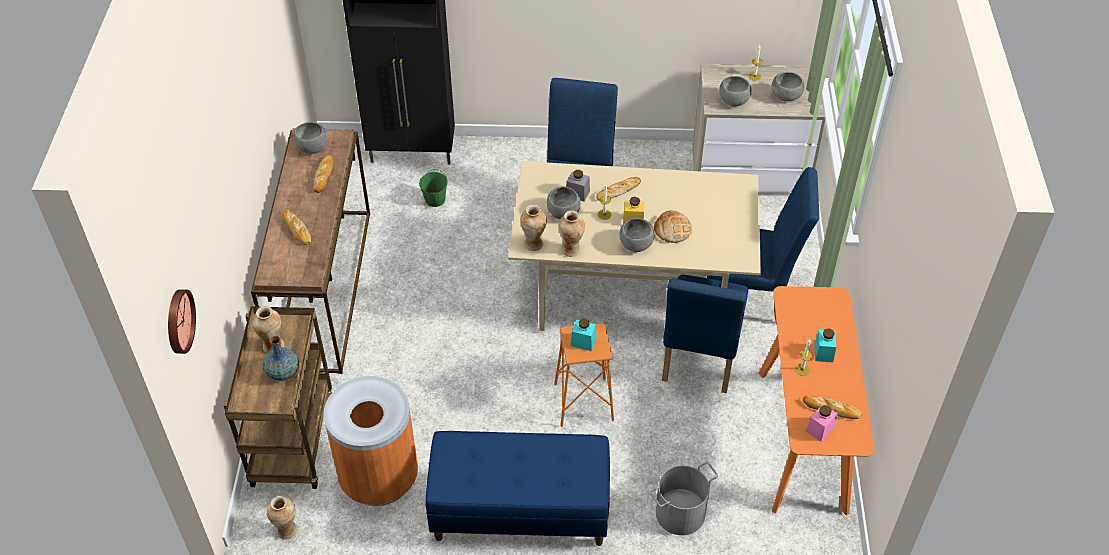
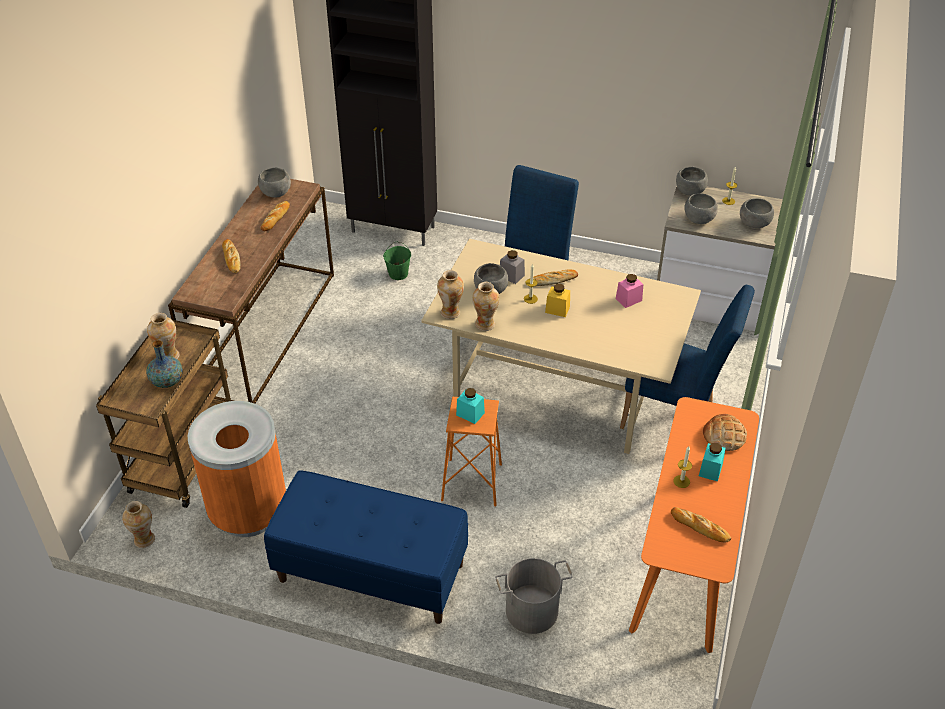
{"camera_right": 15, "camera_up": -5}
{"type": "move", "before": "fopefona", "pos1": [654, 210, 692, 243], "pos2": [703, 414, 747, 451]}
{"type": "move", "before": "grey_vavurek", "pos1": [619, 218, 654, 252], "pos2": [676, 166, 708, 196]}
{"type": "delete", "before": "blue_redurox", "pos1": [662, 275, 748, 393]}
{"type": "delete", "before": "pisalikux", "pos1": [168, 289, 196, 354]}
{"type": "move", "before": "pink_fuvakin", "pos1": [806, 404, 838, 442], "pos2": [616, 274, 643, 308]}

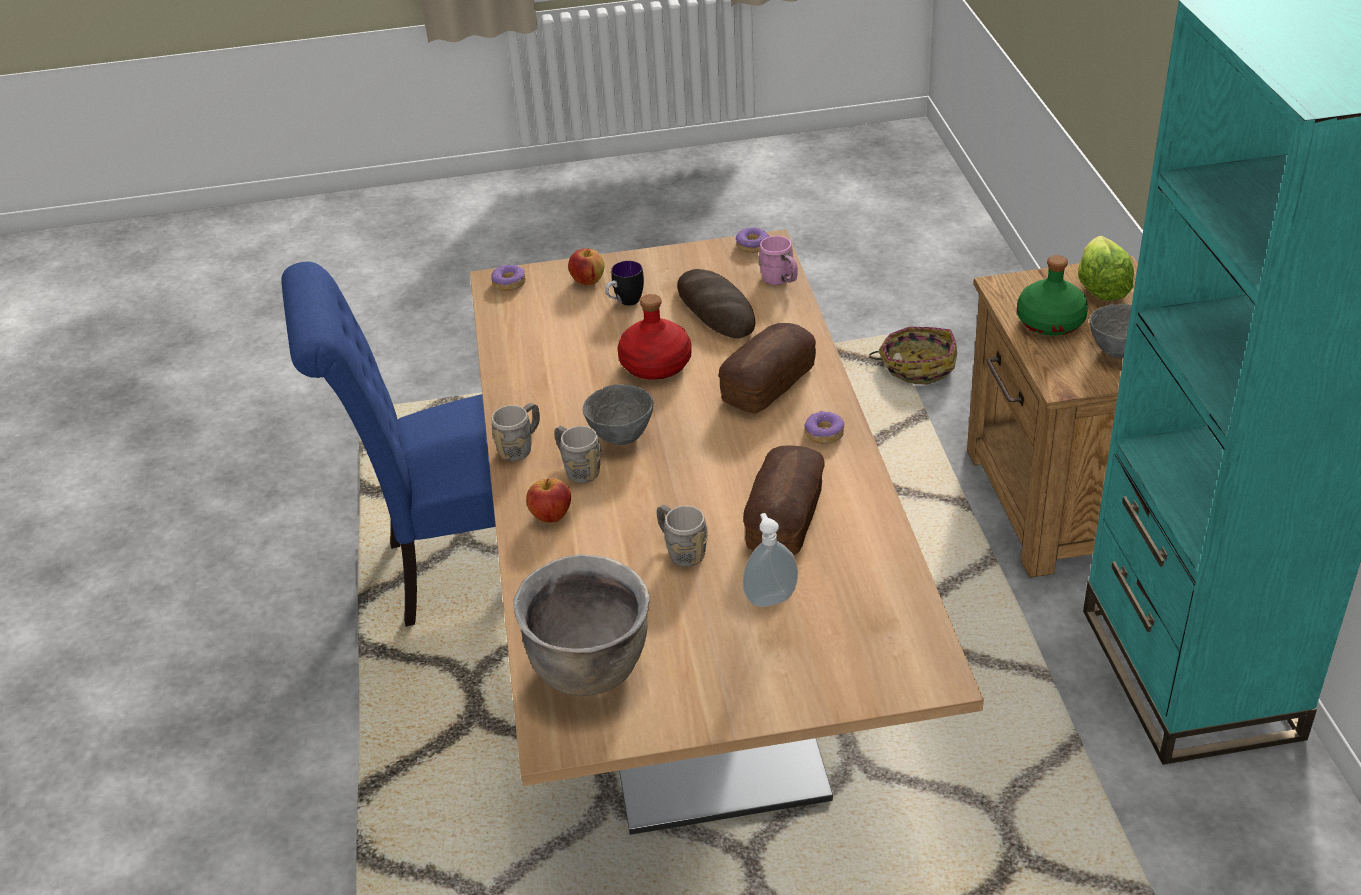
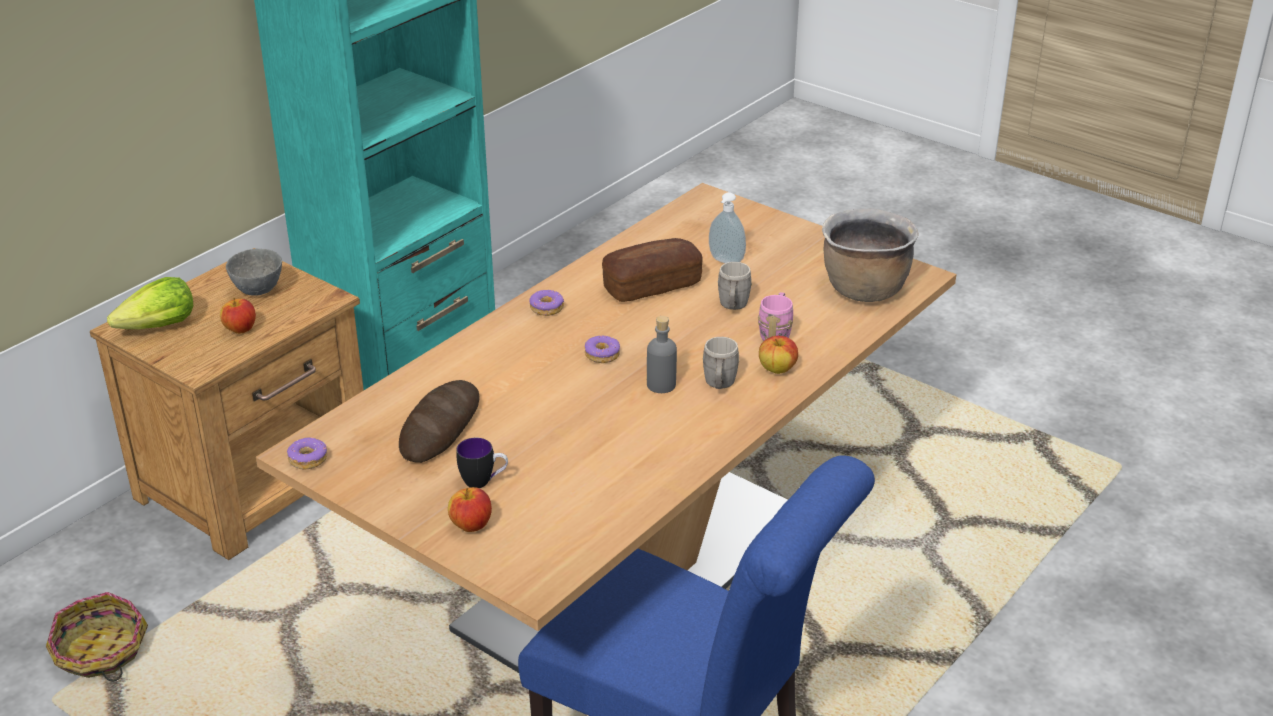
{"camera_right": -135, "camera_up": -5}
{"type": "move", "before": "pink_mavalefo", "pos1": [758, 236, 798, 285], "pos2": [758, 292, 793, 341]}
{"type": "replace", "before": "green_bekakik", "after": "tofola", "pos1": [1017, 255, 1088, 336], "pos2": [220, 298, 256, 334]}
{"type": "move", "before": "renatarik", "pos1": [491, 265, 526, 291], "pos2": [584, 336, 620, 363]}
{"type": "delete", "before": "red_bekakik", "pos1": [617, 294, 691, 380]}
{"type": "delete", "before": "fopefona", "pos1": [719, 323, 816, 414]}
{"type": "replace", "before": "grey_vavurek", "after": "grey_bekakik", "pos1": [583, 384, 653, 445], "pos2": [647, 316, 677, 393]}
{"type": "delete", "before": "grey_mavalefo", "pos1": [492, 403, 540, 461]}

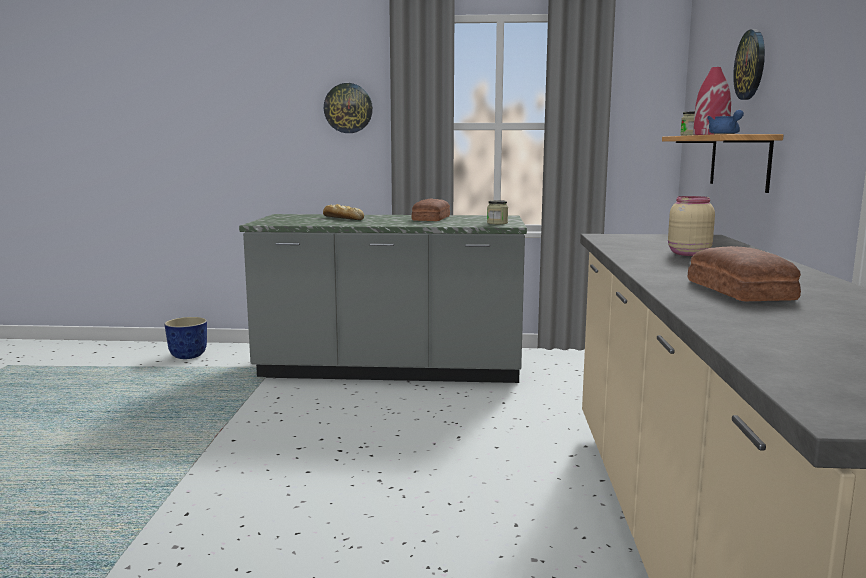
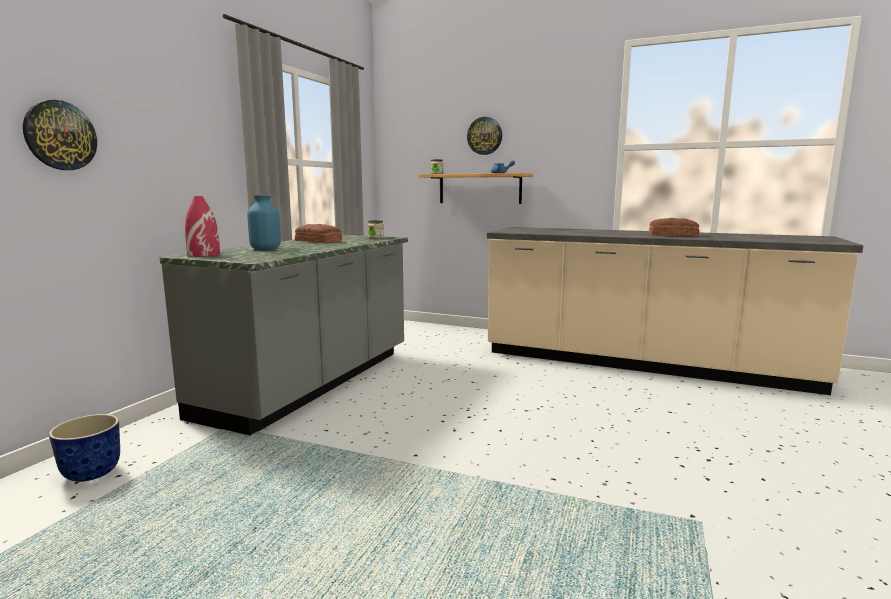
{"camera_right": -70, "camera_up": 0}
{"type": "move", "before": "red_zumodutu", "pos1": [693, 67, 731, 135], "pos2": [185, 196, 220, 257]}
{"type": "move", "before": "pisalikux", "pos1": [324, 83, 373, 133], "pos2": [23, 100, 97, 170]}
{"type": "delete", "before": "beige_fuvakin", "pos1": [668, 196, 715, 256]}
{"type": "replace", "before": "fopefona", "after": "blue_zumodutu", "pos1": [323, 204, 364, 220], "pos2": [247, 195, 281, 250]}

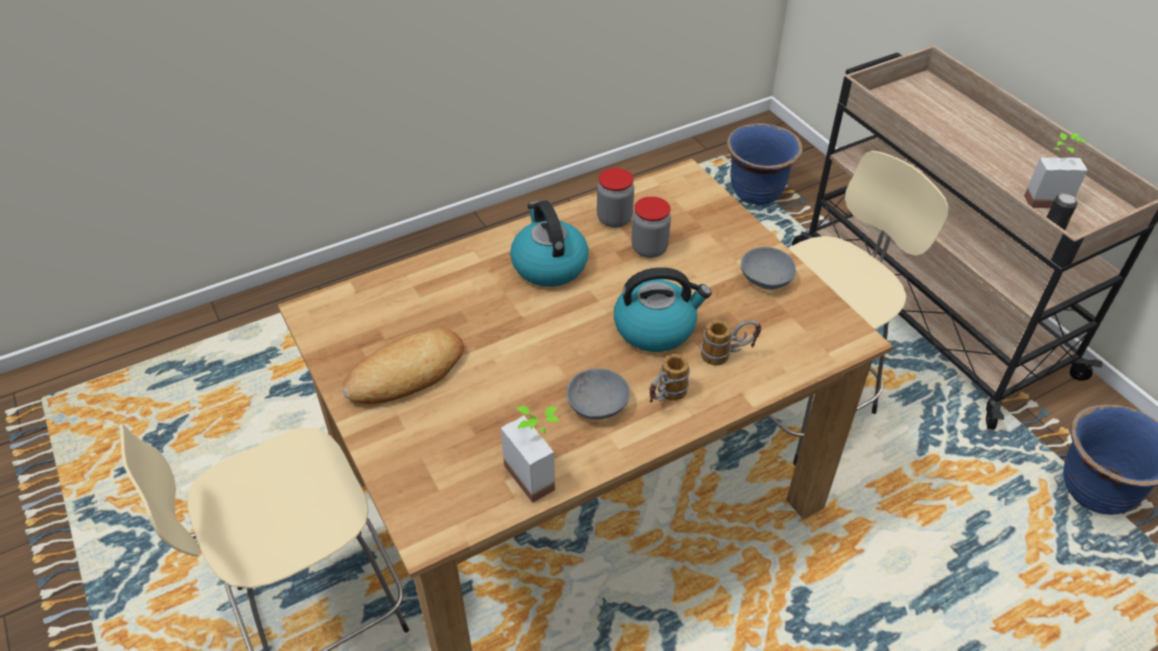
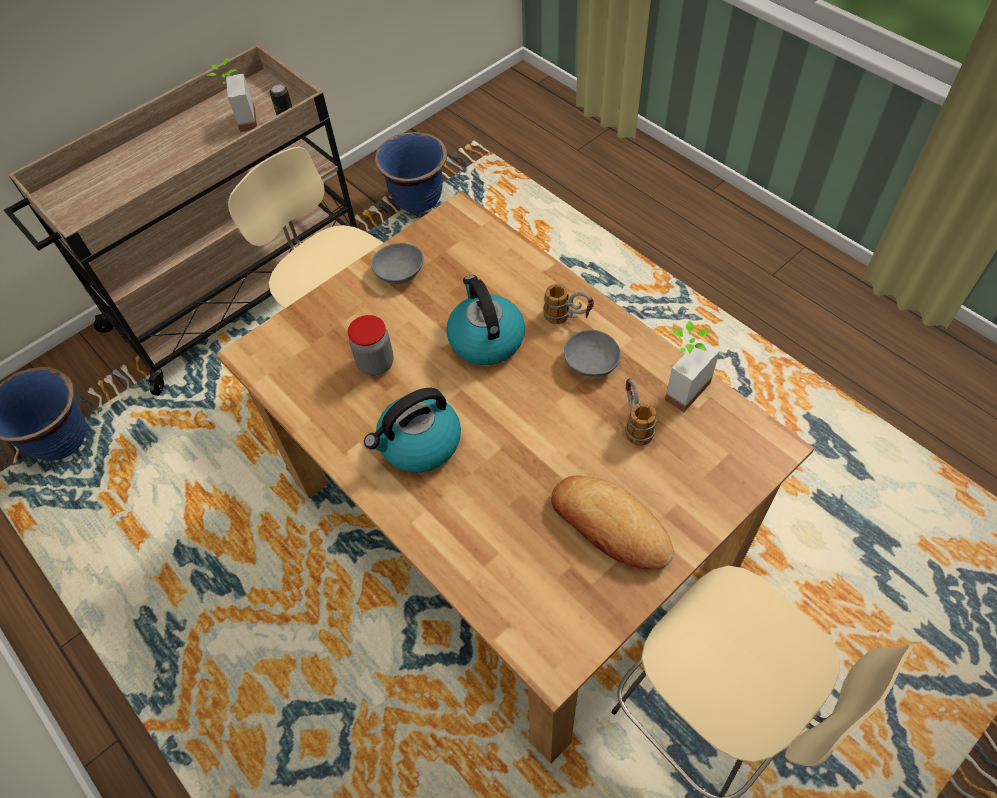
{"camera_right": -100, "camera_up": 10}
{"type": "delete", "before": "fuvakin", "pos1": [597, 168, 634, 228]}
{"type": "move", "before": "mavalefo", "pos1": [701, 320, 762, 366], "pos2": [626, 378, 657, 446]}

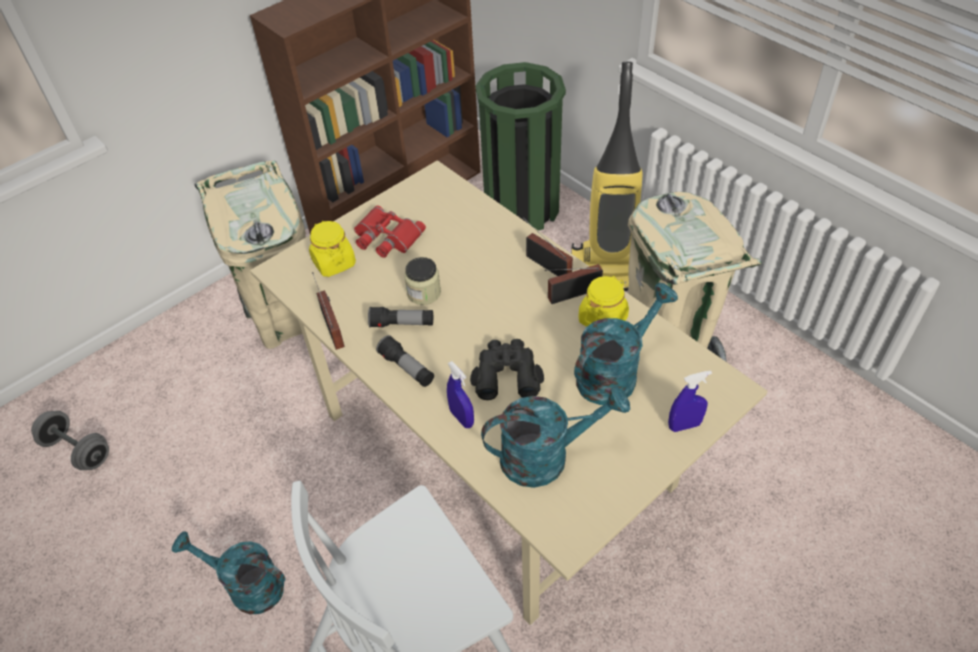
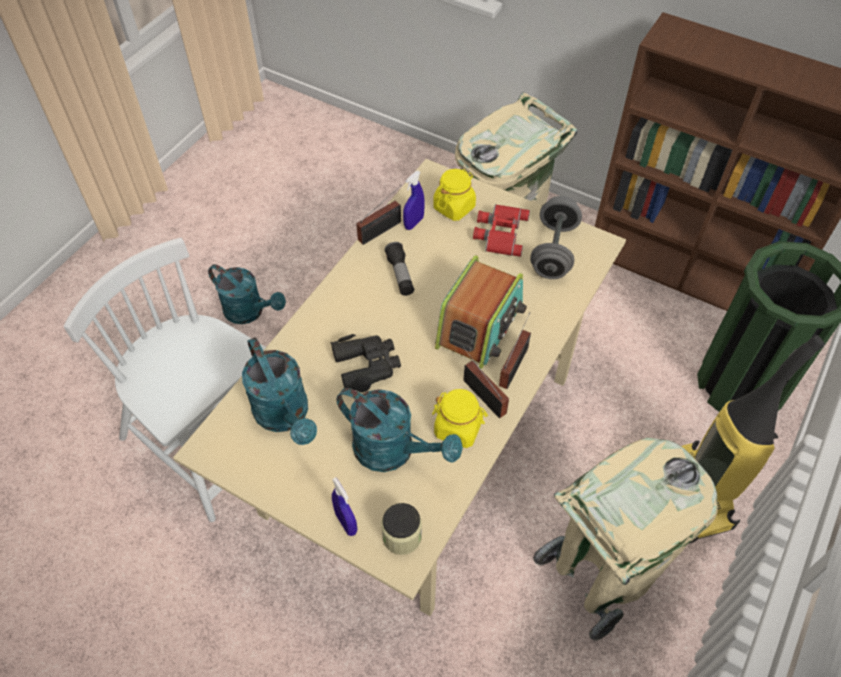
{"camera_right": 70, "camera_up": 5}
{"type": "move", "before": "fuvakin", "pos1": [404, 257, 441, 305], "pos2": [381, 503, 422, 555]}
{"type": "delete", "before": "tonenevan", "pos1": [376, 335, 434, 387]}
{"type": "move", "before": "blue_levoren", "pos1": [447, 361, 474, 428], "pos2": [403, 171, 425, 230]}
{"type": "move", "before": "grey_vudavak", "pos1": [31, 411, 109, 470], "pos2": [530, 196, 582, 279]}
{"type": "rotate", "before": "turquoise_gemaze", "pos1": [172, 531, 286, 614], "pos2": [208, 264, 286, 324], "turn": 120}
{"type": "insert", "after": "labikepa", "pos2": [435, 255, 527, 369]}

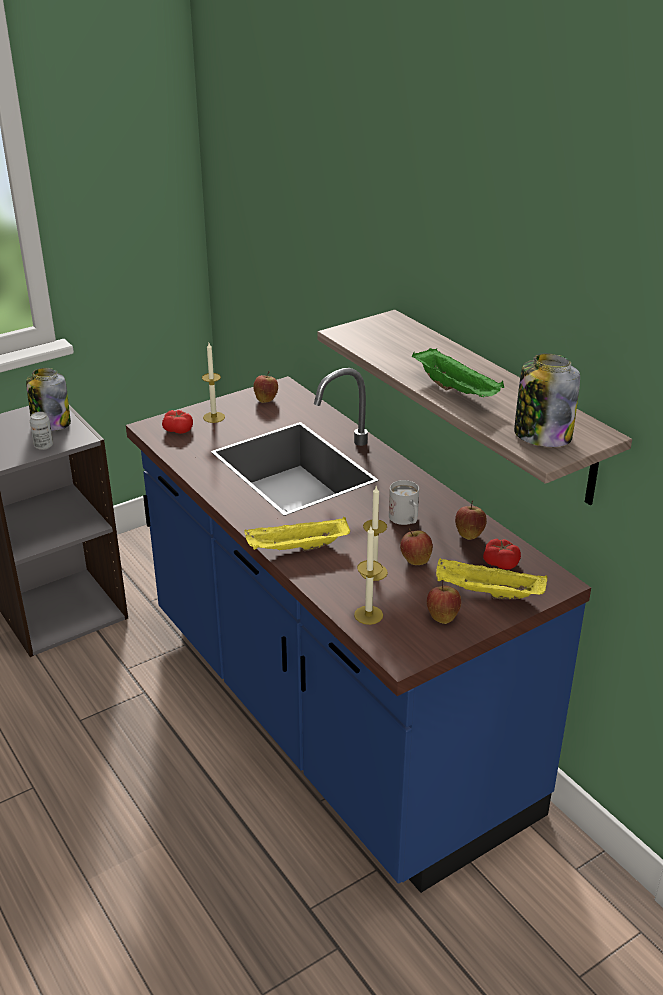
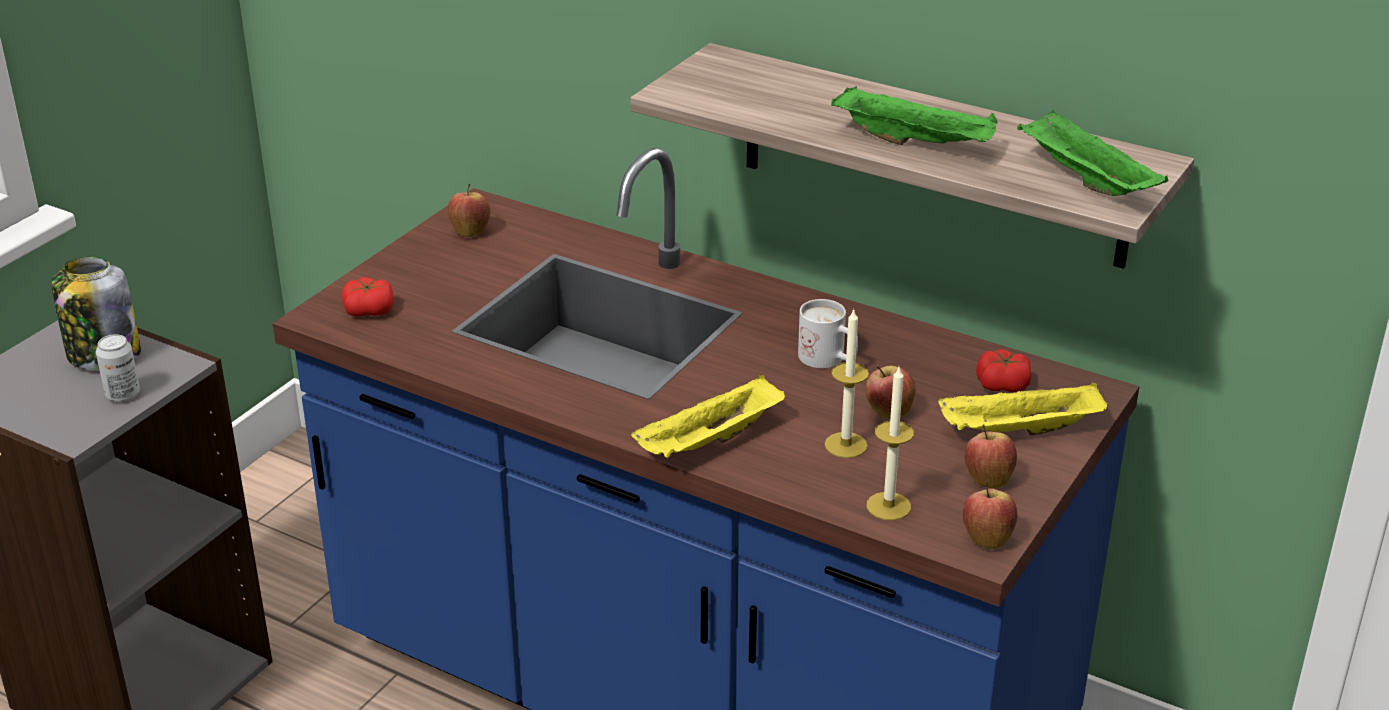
{"camera_right": -25, "camera_up": 0}
{"type": "delete", "before": "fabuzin", "pos1": [202, 343, 225, 423]}
{"type": "replace", "before": "fuvakin", "after": "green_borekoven", "pos1": [514, 353, 580, 447], "pos2": [1017, 109, 1168, 196]}
{"type": "move", "before": "tofola", "pos1": [455, 501, 487, 540], "pos2": [963, 480, 1017, 549]}

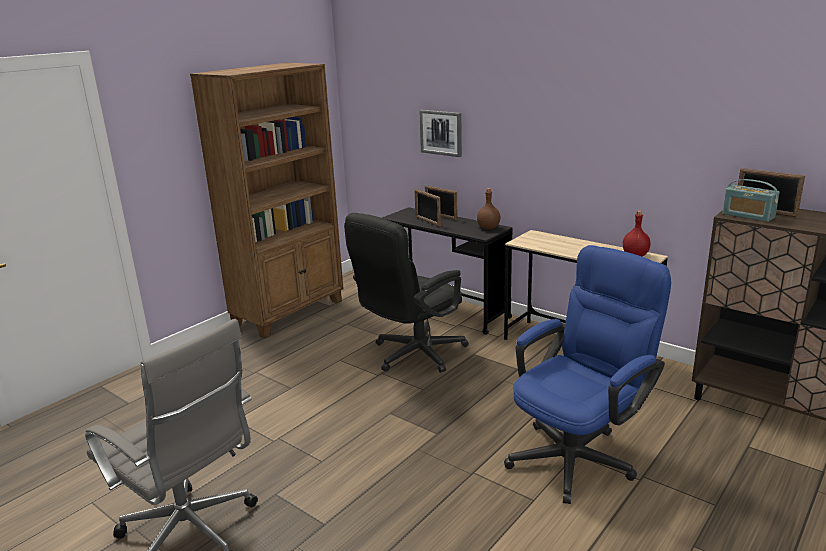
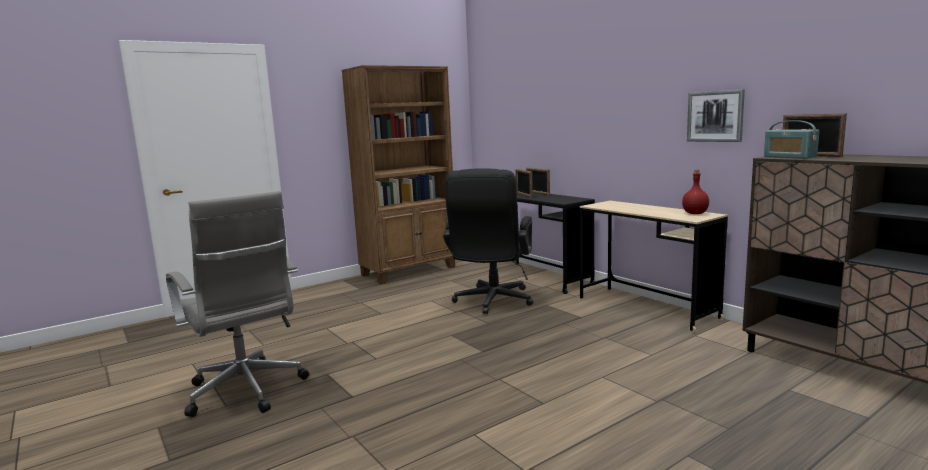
{"camera_right": 15, "camera_up": -10}
{"type": "move", "before": "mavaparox", "pos1": [419, 110, 462, 157], "pos2": [687, 90, 745, 142]}
{"type": "delete", "before": "brown_bekakik", "pos1": [477, 188, 501, 229]}
{"type": "rotate", "before": "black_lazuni", "pos1": [344, 213, 469, 373], "pos2": [443, 168, 534, 314], "turn": -45}
{"type": "delete", "before": "blue_lazuni", "pos1": [504, 245, 671, 504]}

